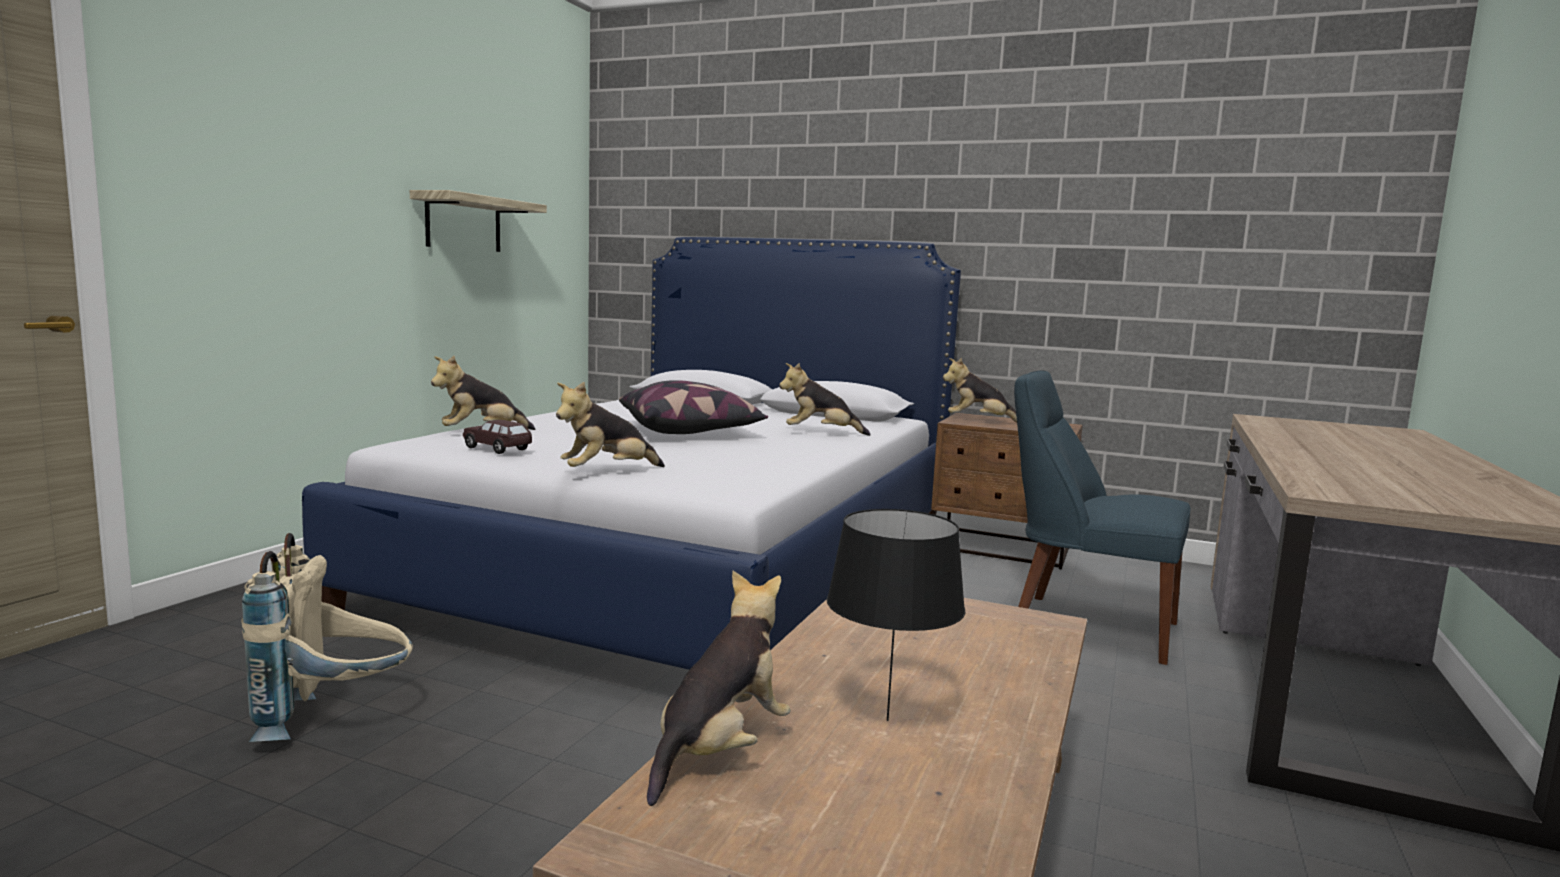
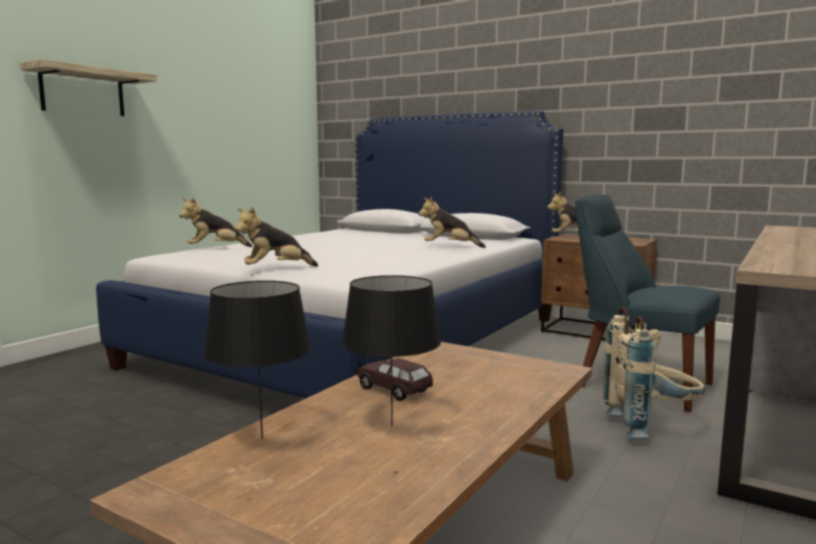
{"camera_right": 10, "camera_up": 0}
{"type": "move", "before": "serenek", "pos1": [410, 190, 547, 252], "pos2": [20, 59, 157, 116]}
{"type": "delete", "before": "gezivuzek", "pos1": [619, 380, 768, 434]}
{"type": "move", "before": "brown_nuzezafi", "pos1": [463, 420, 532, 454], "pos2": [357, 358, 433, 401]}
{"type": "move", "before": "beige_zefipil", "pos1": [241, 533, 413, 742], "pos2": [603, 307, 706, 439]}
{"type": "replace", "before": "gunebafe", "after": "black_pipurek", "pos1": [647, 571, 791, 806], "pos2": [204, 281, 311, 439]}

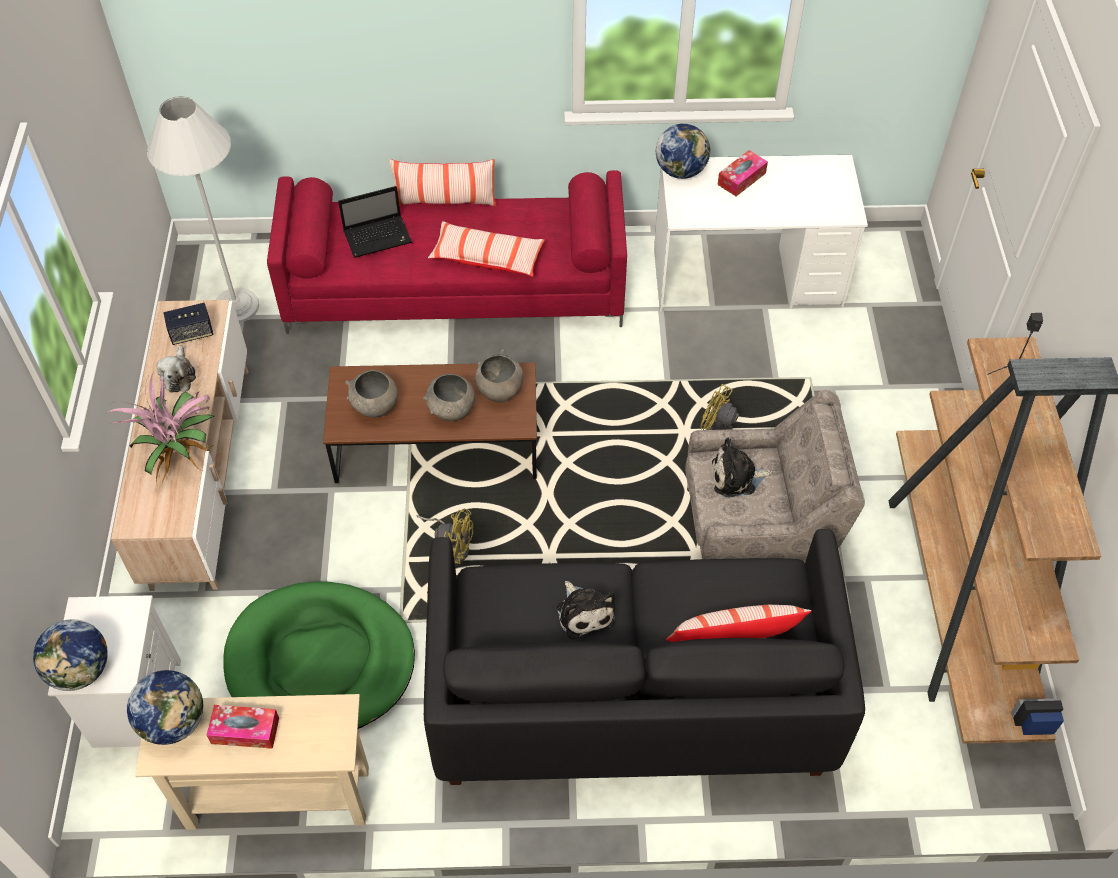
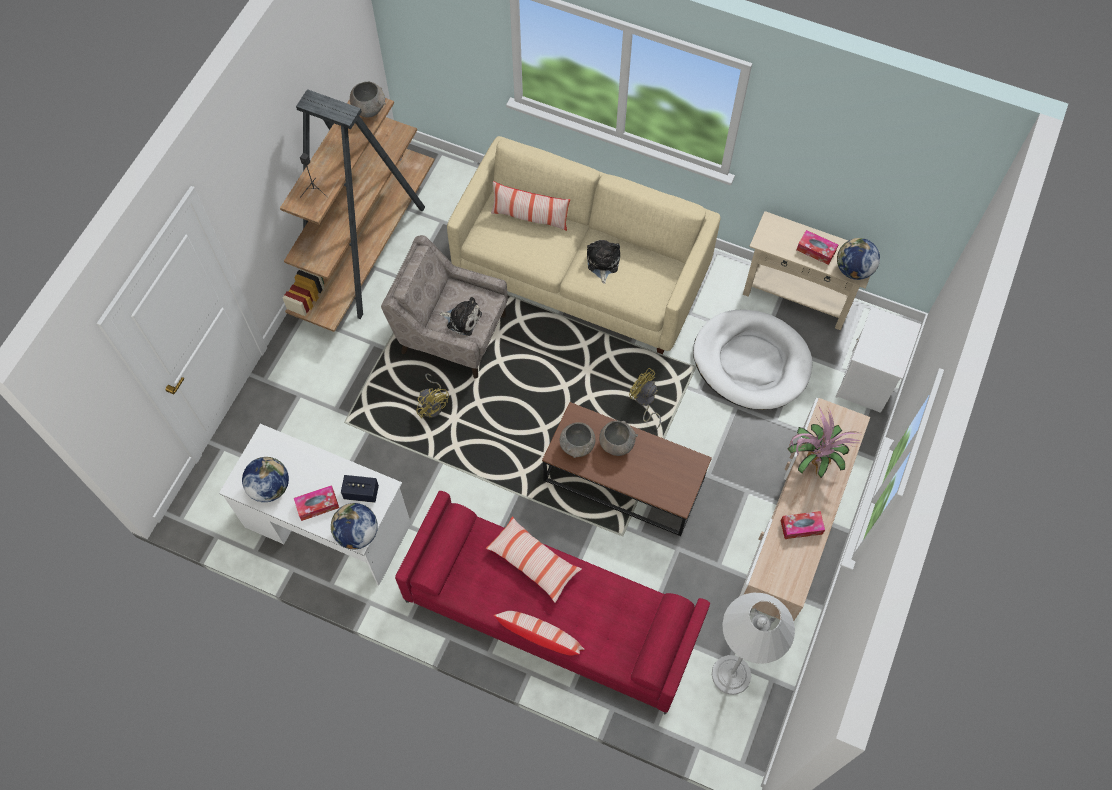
{"camera_right": -155, "camera_up": 10}
{"type": "delete", "before": "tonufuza", "pos1": [338, 186, 412, 258]}
{"type": "move", "before": "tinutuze", "pos1": [163, 303, 214, 345], "pos2": [341, 475, 379, 503]}
{"type": "replace", "before": "gunebafe", "after": "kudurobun", "pos1": [156, 345, 196, 393], "pos2": [781, 511, 825, 539]}
{"type": "move", "before": "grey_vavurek", "pos1": [345, 370, 398, 418], "pos2": [350, 82, 386, 117]}
{"type": "recolor", "before": "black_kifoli", "after": "beige_kifoli", "pos1": [424, 529, 865, 785], "pos2": [447, 136, 720, 354]}
{"type": "recolor", "before": "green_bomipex", "after": "white_bomipex", "pos1": [223, 581, 415, 729], "pos2": [693, 309, 812, 410]}
{"type": "move", "before": "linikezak", "pos1": [33, 619, 108, 691], "pos2": [242, 457, 289, 502]}

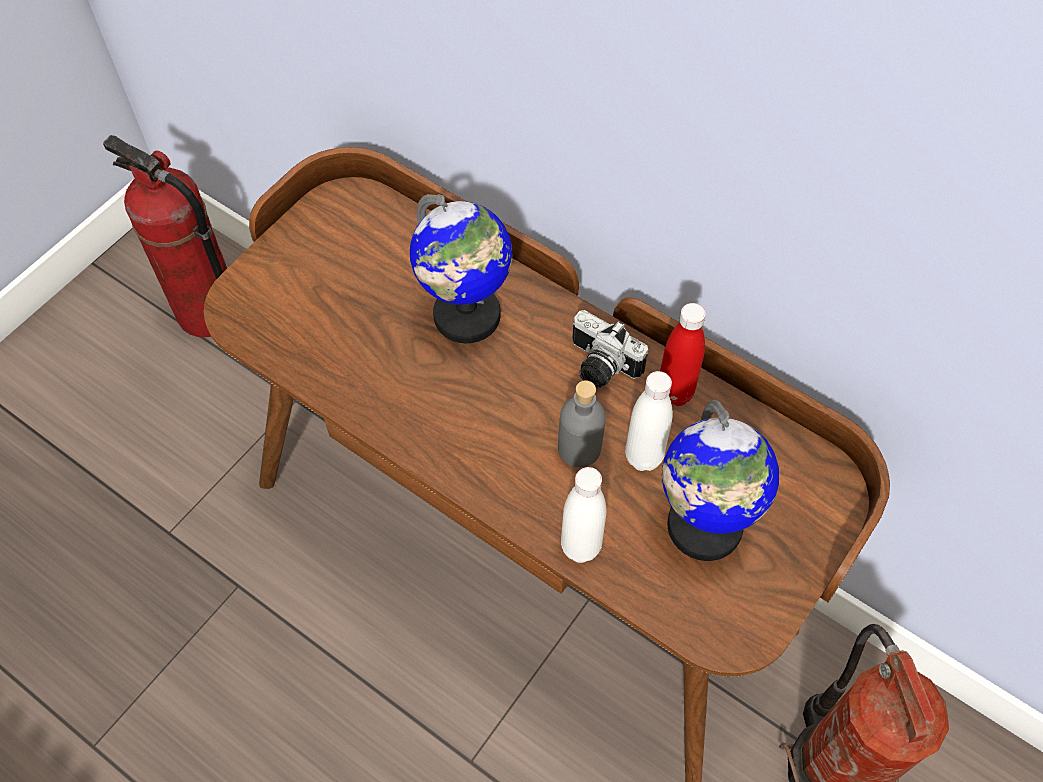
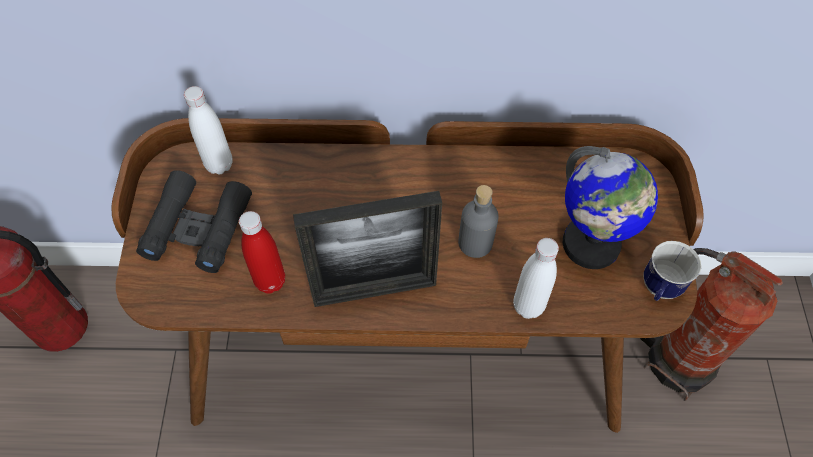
{"camera_right": -35, "camera_up": 0}
{"type": "delete", "before": "linikezak", "pos1": [410, 194, 512, 343]}
{"type": "move", "before": "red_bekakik", "pos1": [660, 303, 706, 406], "pos2": [239, 211, 285, 294]}
{"type": "delete", "before": "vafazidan", "pos1": [572, 310, 648, 388]}
{"type": "move", "before": "white_bekakik", "pos1": [625, 371, 672, 471], "pos2": [184, 86, 233, 175]}
{"type": "insert", "after": "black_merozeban", "pos2": [136, 170, 252, 273]}
{"type": "insert", "after": "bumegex", "pos2": [293, 191, 442, 307]}
{"type": "insert", "after": "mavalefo", "pos2": [643, 241, 701, 301]}

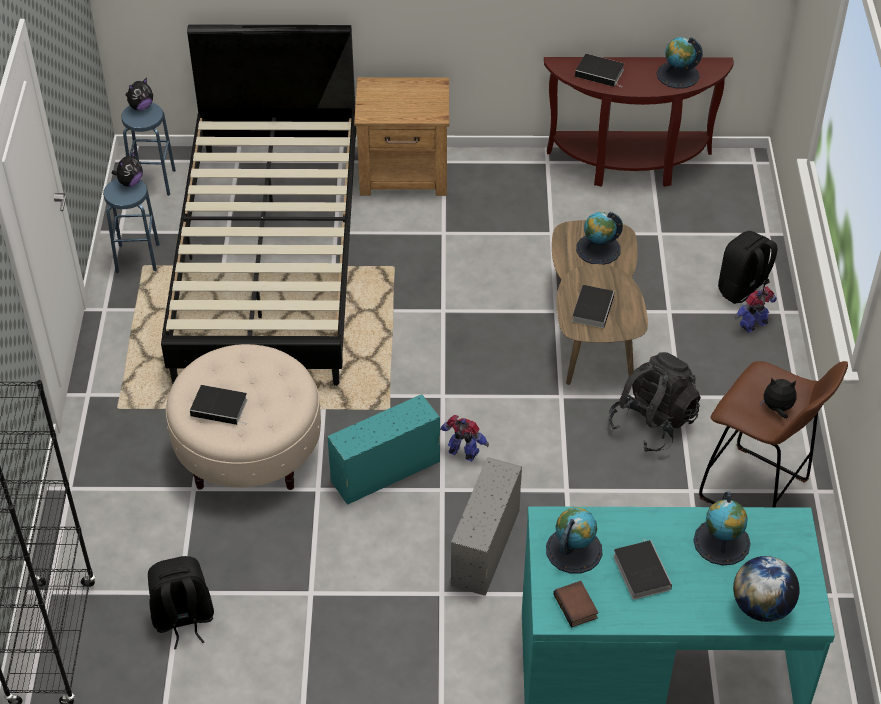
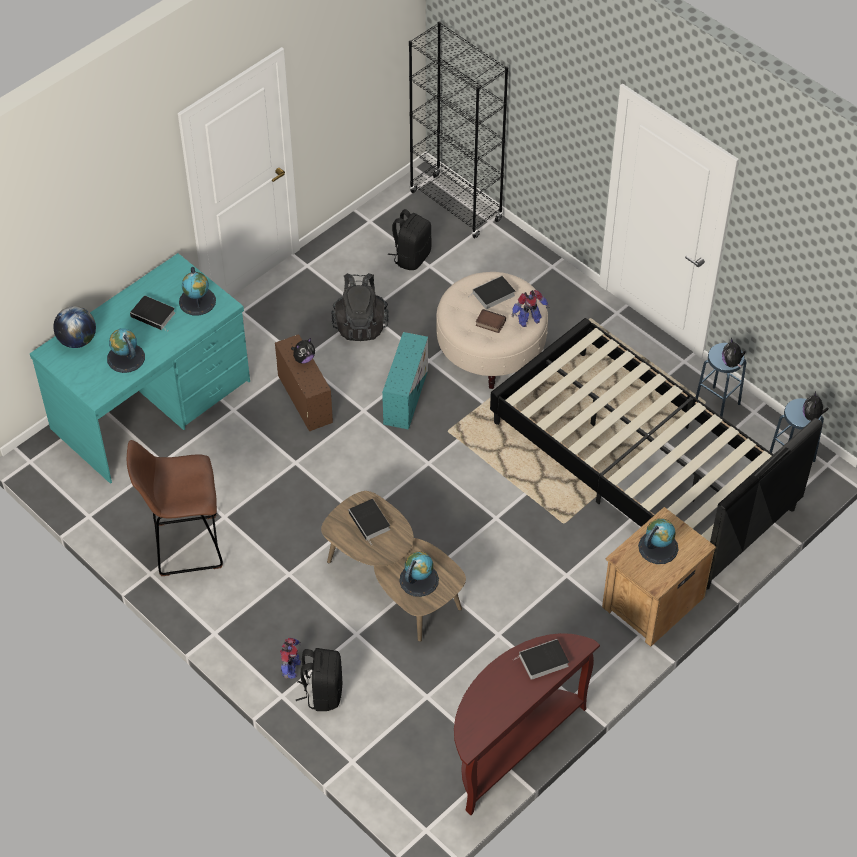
{"camera_right": 135, "camera_up": 5}
{"type": "move", "before": "linikezak", "pos1": [657, 37, 703, 89], "pos2": [638, 518, 678, 564]}
{"type": "move", "before": "black_zefipil", "pos1": [609, 352, 701, 452], "pos2": [331, 273, 389, 341]}
{"type": "move", "before": "gunebafe", "pos1": [760, 378, 797, 418], "pos2": [291, 338, 315, 364]}
{"type": "move", "before": "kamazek", "pos1": [440, 415, 489, 461], "pos2": [512, 290, 549, 327]}
{"type": "recolor", "before": "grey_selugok", "after": "brown_selugok", "pos1": [451, 457, 522, 596], "pos2": [275, 334, 333, 431]}
{"type": "move", "before": "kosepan", "pos1": [553, 581, 598, 628], "pos2": [476, 309, 506, 333]}

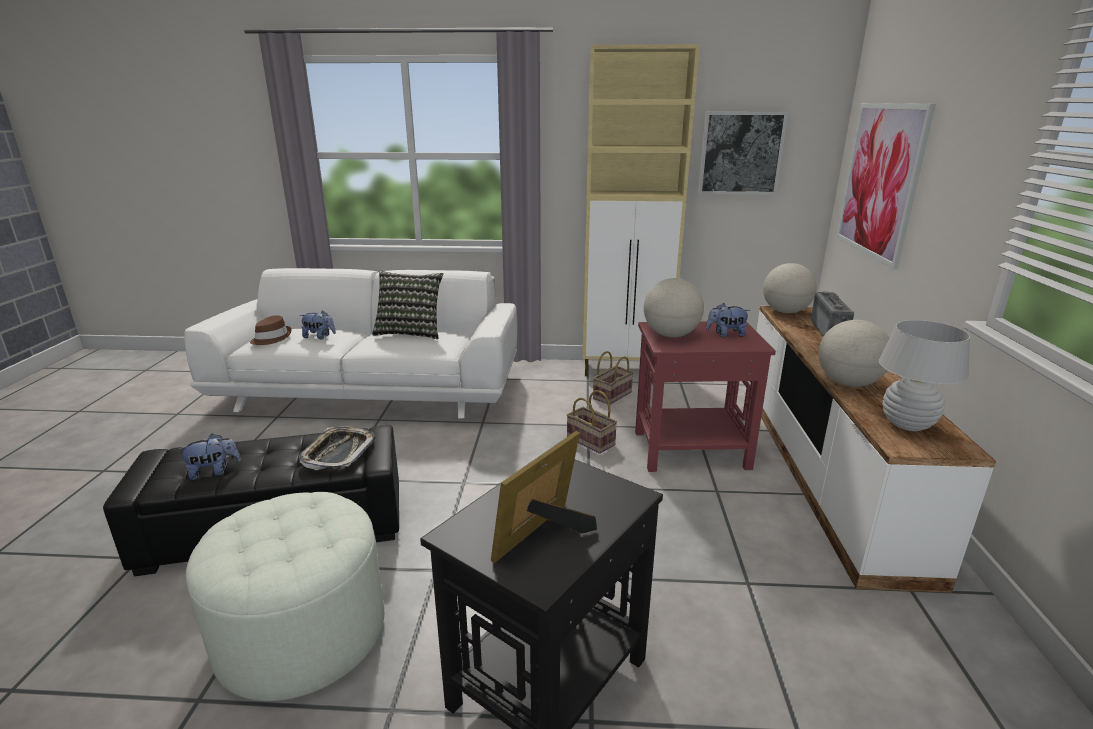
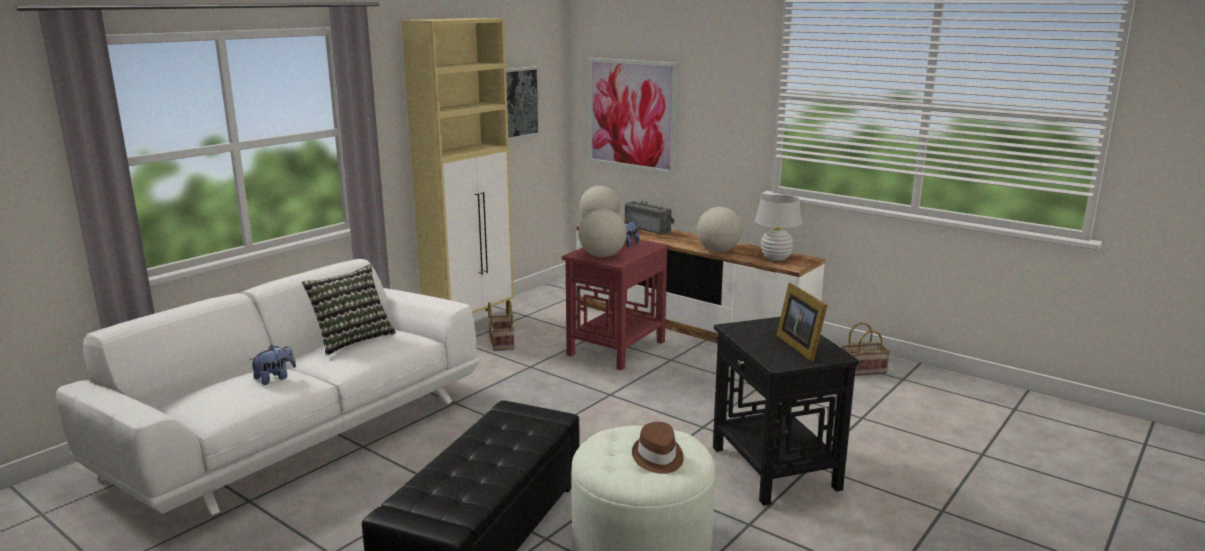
{"camera_right": -55, "camera_up": -5}
{"type": "move", "before": "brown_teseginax", "pos1": [250, 315, 291, 345], "pos2": [632, 422, 684, 474]}
{"type": "move", "before": "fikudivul", "pos1": [567, 390, 617, 454], "pos2": [841, 322, 890, 376]}
{"type": "delete", "before": "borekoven", "pos1": [299, 426, 375, 470]}
{"type": "delete", "before": "gunebafe", "pos1": [177, 434, 241, 480]}

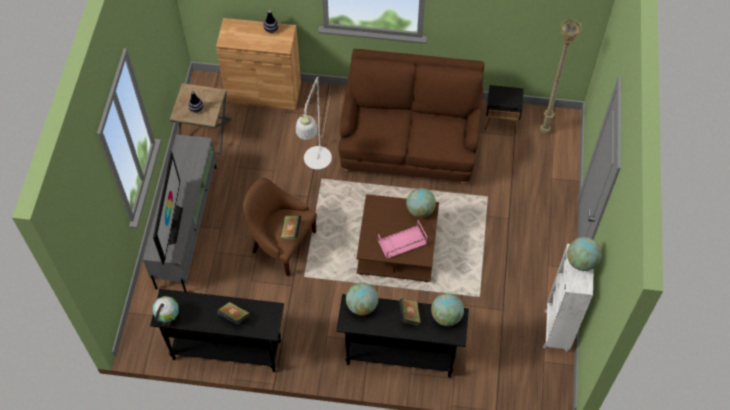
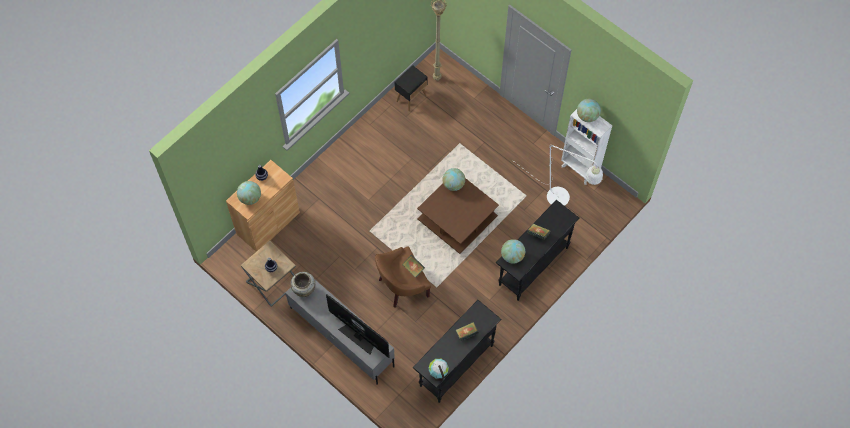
{"camera_right": -55, "camera_up": 5}
{"type": "delete", "before": "brown_kifoli", "pos1": [338, 49, 484, 184]}
{"type": "move", "before": "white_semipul", "pos1": [296, 76, 332, 170], "pos2": [511, 145, 603, 206]}
{"type": "delete", "before": "pink_borekoven", "pos1": [378, 220, 428, 259]}
{"type": "move", "before": "linikezak", "pos1": [431, 293, 464, 326], "pos2": [237, 181, 261, 205]}
{"type": "insert", "after": "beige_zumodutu", "pos2": [290, 272, 315, 297]}

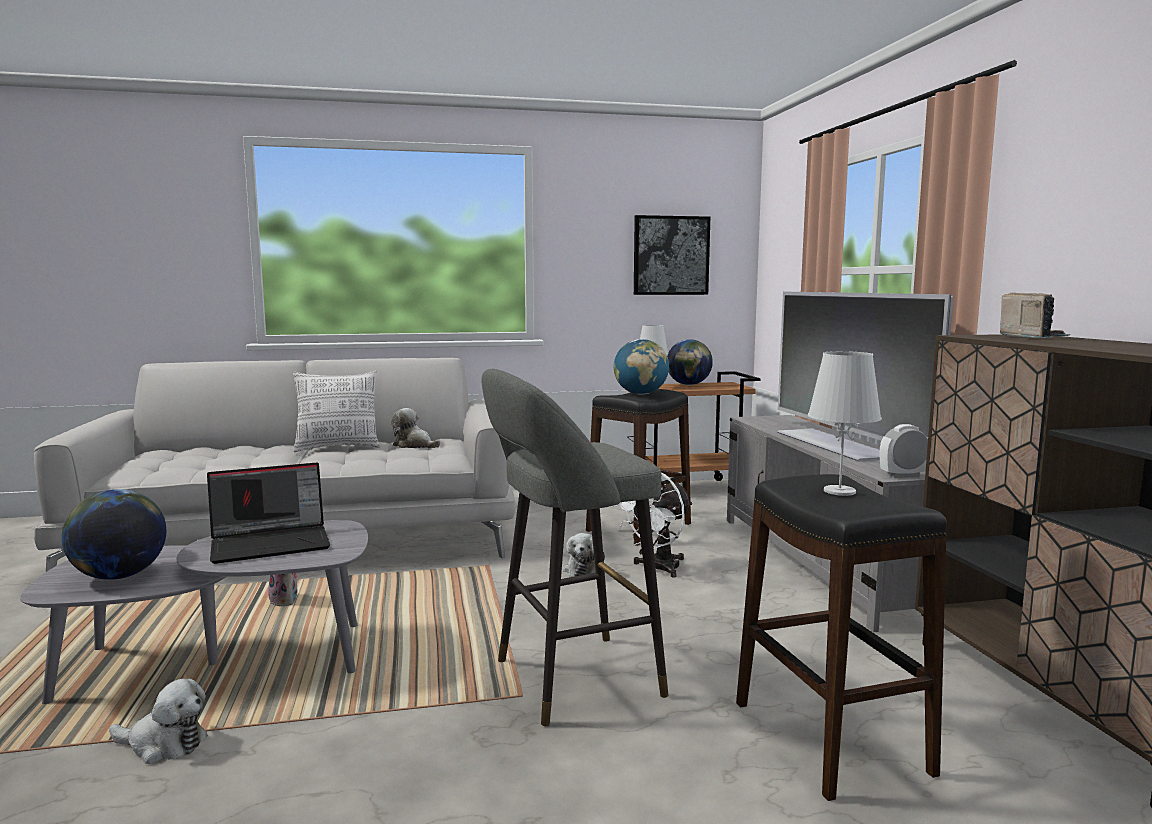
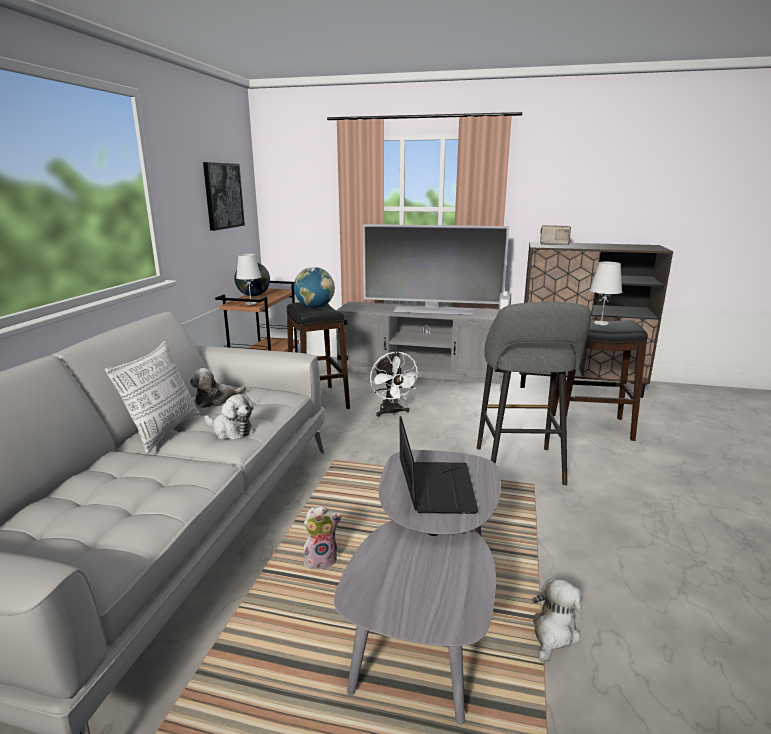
{"camera_right": -65, "camera_up": 10}
{"type": "delete", "before": "linikezak", "pos1": [62, 489, 166, 580]}
{"type": "move", "before": "gunebafe", "pos1": [563, 533, 605, 577], "pos2": [204, 394, 255, 440]}

